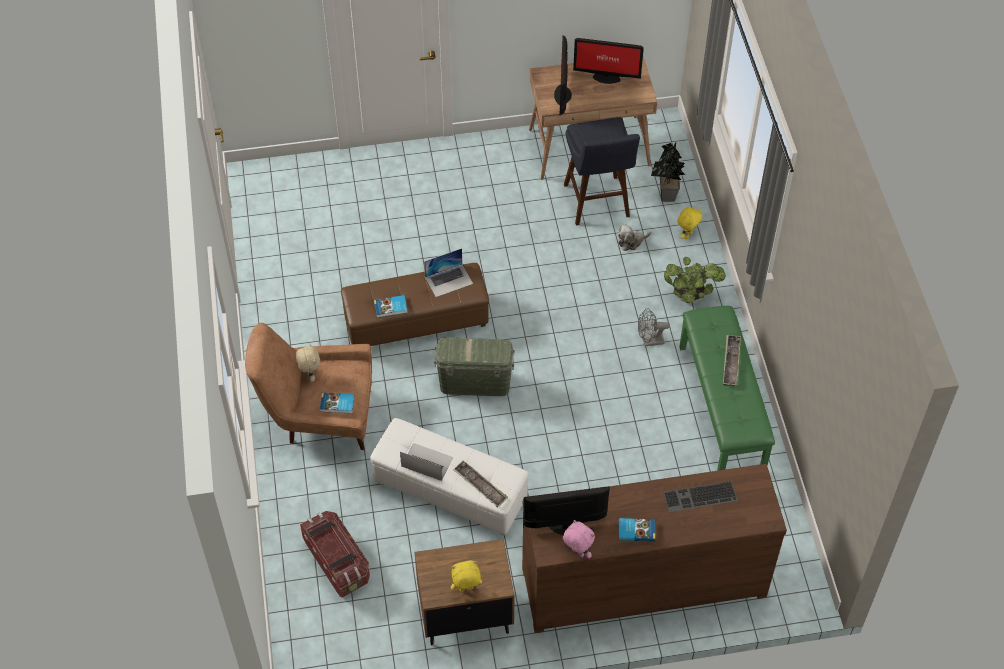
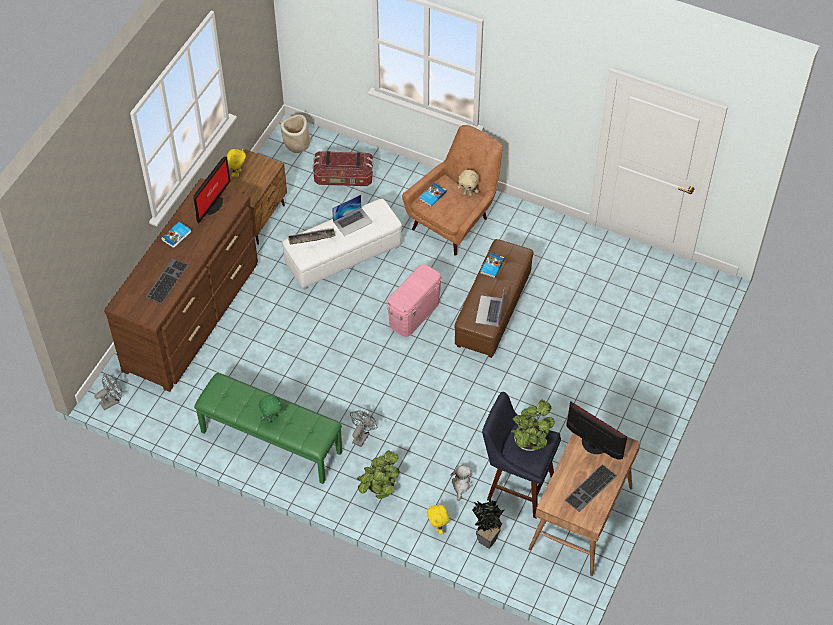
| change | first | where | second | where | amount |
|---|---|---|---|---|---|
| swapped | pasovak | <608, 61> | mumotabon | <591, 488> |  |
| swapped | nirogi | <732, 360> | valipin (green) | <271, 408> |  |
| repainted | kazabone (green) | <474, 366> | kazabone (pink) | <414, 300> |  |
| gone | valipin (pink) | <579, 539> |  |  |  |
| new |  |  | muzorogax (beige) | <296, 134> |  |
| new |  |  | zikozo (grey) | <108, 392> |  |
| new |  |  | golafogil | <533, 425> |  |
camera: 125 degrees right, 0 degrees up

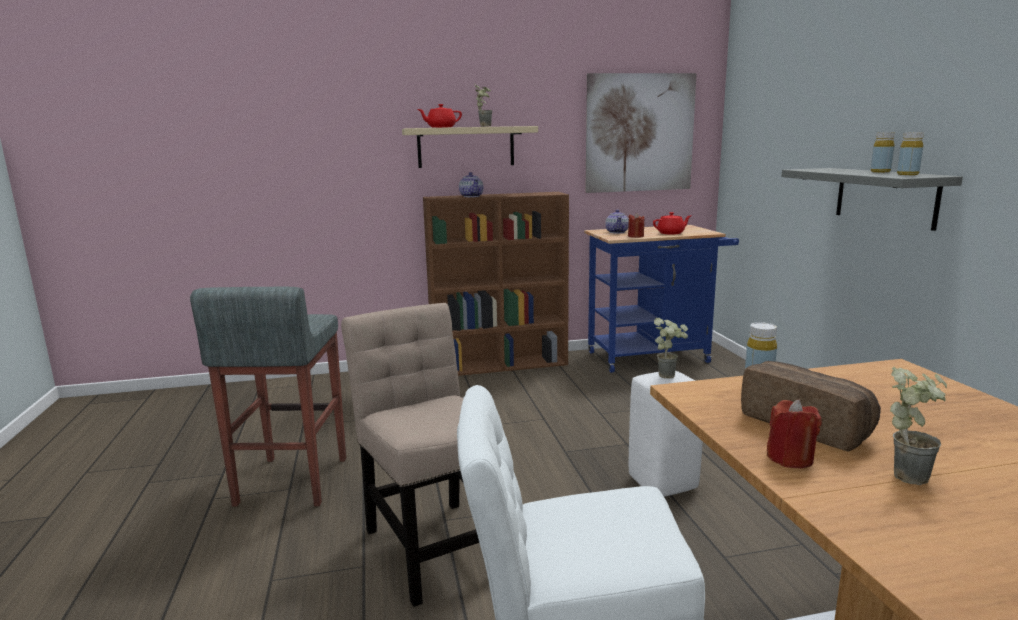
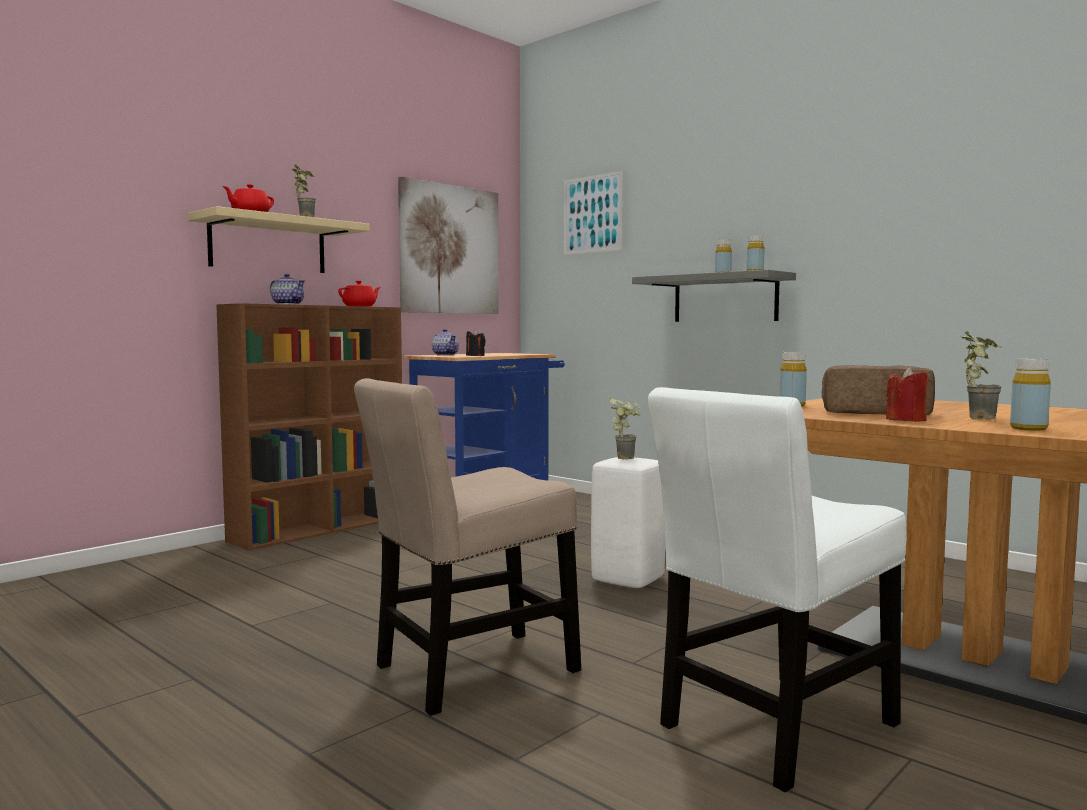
| change | first | where | second | where | amount |
|---|---|---|---|---|---|
| shifted | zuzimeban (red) | <672, 223> |  | <359, 294> |  |
| repainted | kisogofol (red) | <636, 225> | kisogofol (black) | <476, 342> |  |
| gone | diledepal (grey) | <268, 396> |  |  |  |
| rotated | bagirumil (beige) | <421, 455> |  | <467, 547> | 60 degrees counterclockwise |
| new |  |  | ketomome | <593, 213> |  |
| new |  |  | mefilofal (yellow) | <1030, 394> |  |
camera: 35 degrees left, 10 degrees down

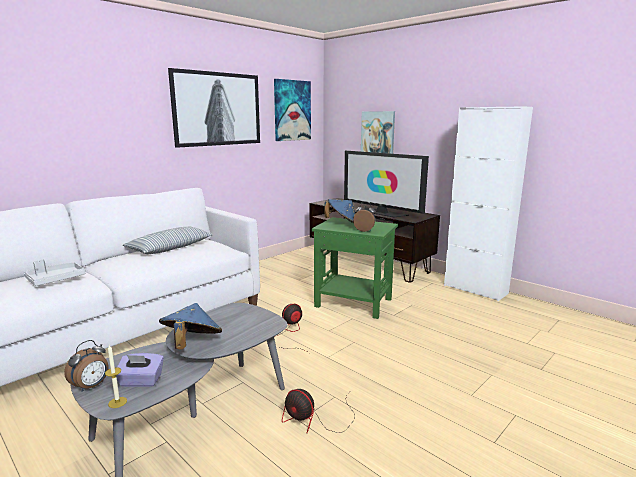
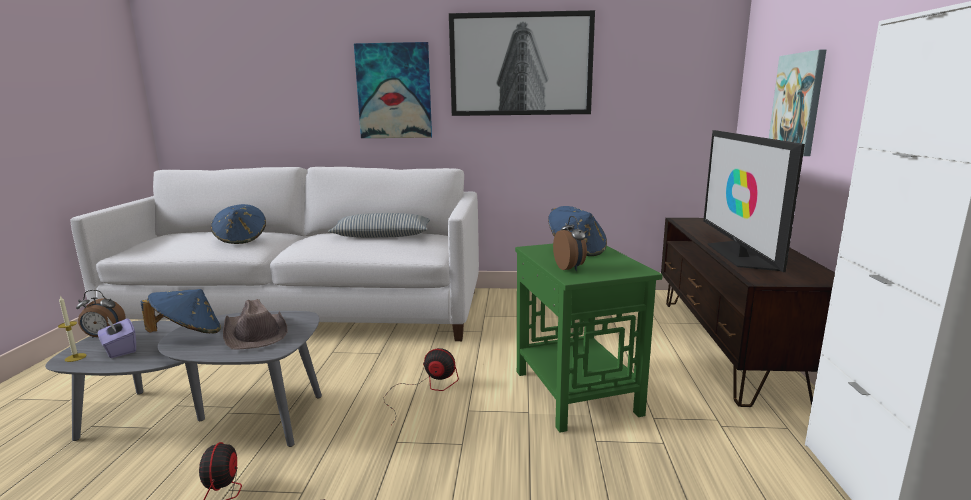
| change | first | where | second | where | amount |
|---|---|---|---|---|---|
| shifted | ketomome | <292, 110> |  | <393, 90> |  |
| swapped | nirogi (grey) | <54, 272> | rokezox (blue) | <238, 224> |  |
| new |  |  | rokezox (brown) | <255, 324> |  |
camera: 50 degrees right, 0 degrees up

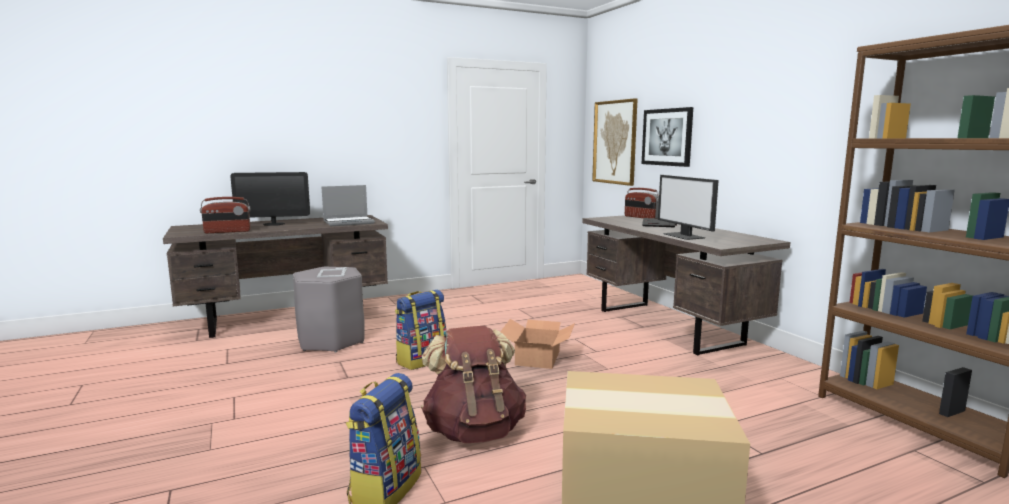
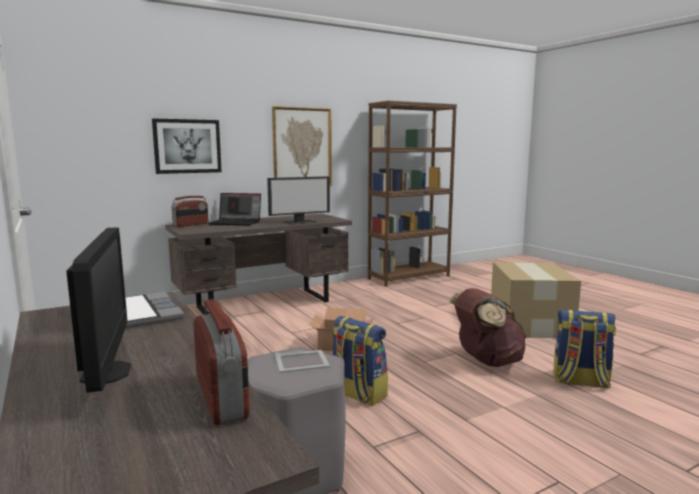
| change | first | where | second | where | amount |
|---|---|---|---|---|---|
| shifted | ketomome | <615, 142> |  | <302, 146> |  |
camera: 95 degrees left, 0 degrees up

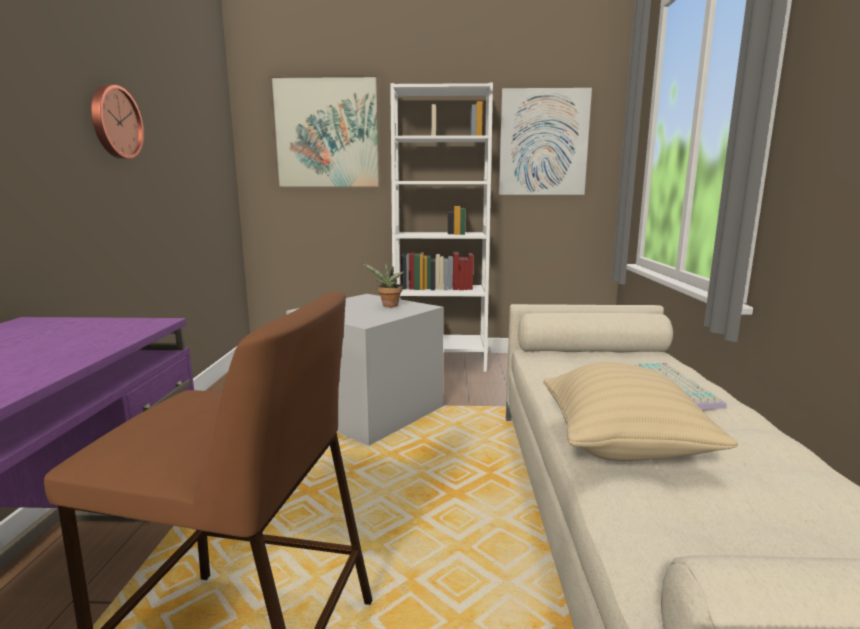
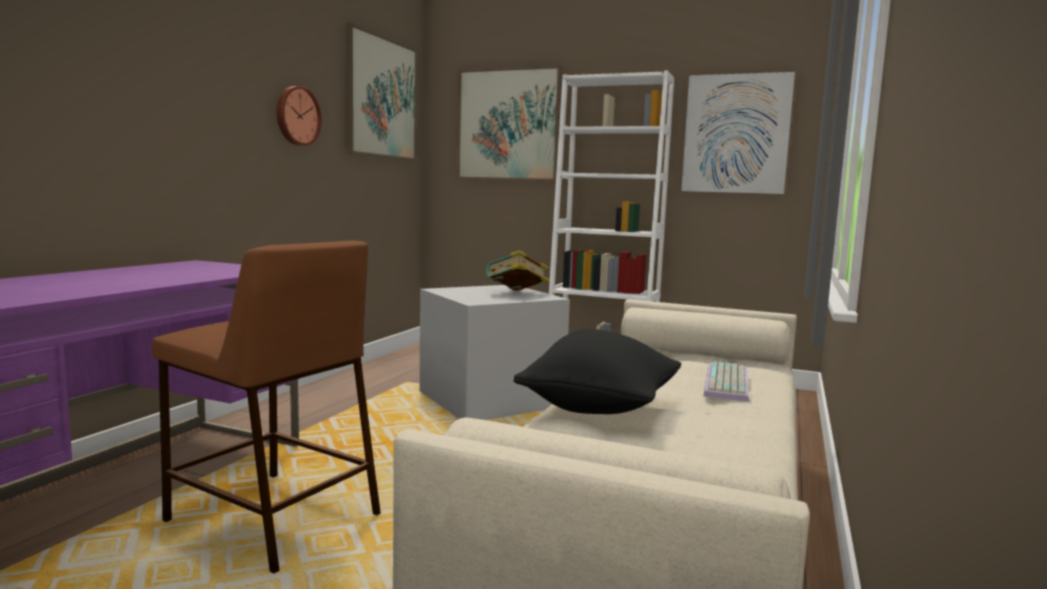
| change | first | where | second | where | amount |
|---|---|---|---|---|---|
| swapped | golafogil | <383, 285> | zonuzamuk | <517, 270> |  |
| repainted | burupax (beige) | <640, 411> | burupax (black) | <597, 371> |  |
| new |  |  | ketomome | <382, 91> |  |
camera: 20 degrees right, 5 degrees down

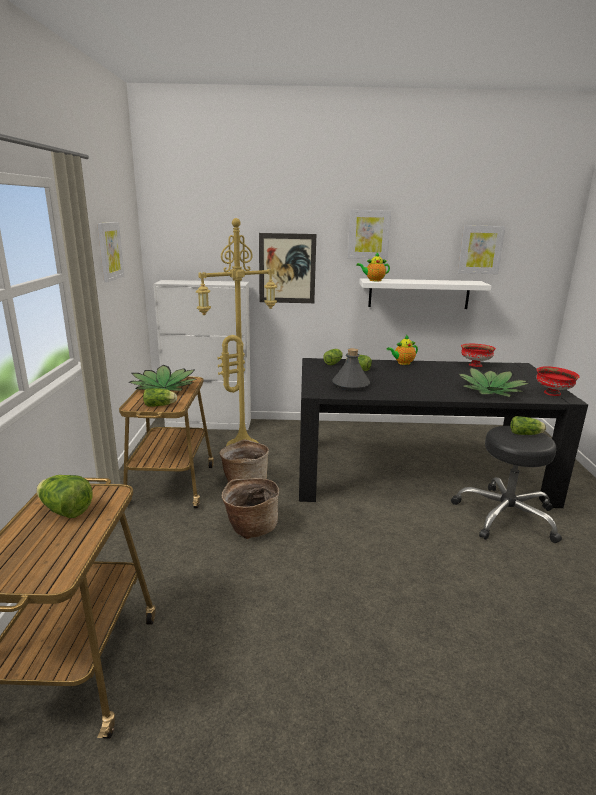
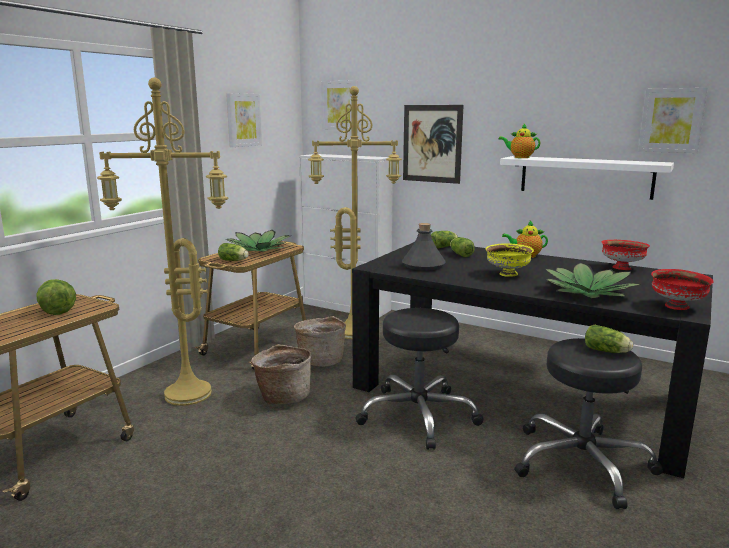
| change | first | where | second | where | amount |
|---|---|---|---|---|---|
| shifted | ketomome | <369, 234> |  | <339, 105> |  |
| new |  |  | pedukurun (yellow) | <163, 241> |  |
| new |  |  | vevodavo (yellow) | <510, 260> |  |
| new |  |  | diledepal (black) | <420, 379> |  |
camera: 30 degrees right, 5 degrees down

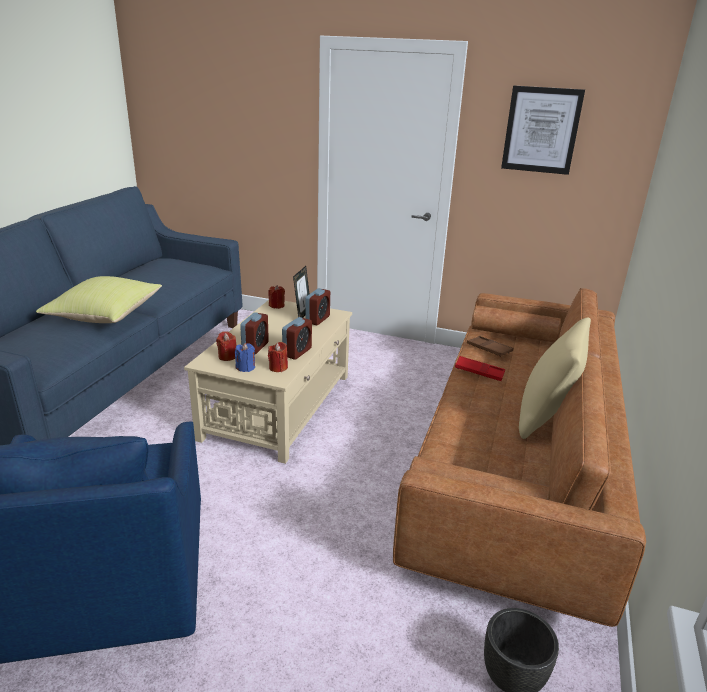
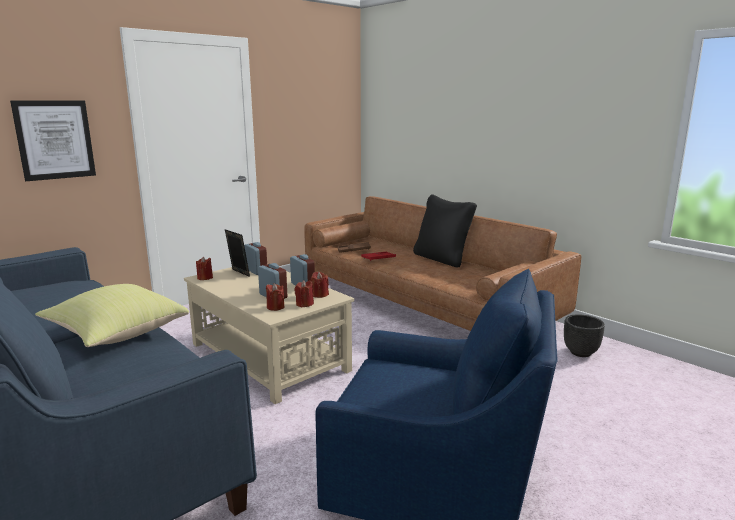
| change | first | where | second | where | amount |
|---|---|---|---|---|---|
| shifted | ketomome | <543, 130> |  | <53, 141> |  |
| repainted | burupax (beige) | <555, 378> | burupax (black) | <445, 230> |  |
| repainted | kisogofol (blue) | <245, 357> | kisogofol (red) | <304, 293> |  |
camera: 60 degrees left, 10 degrees down

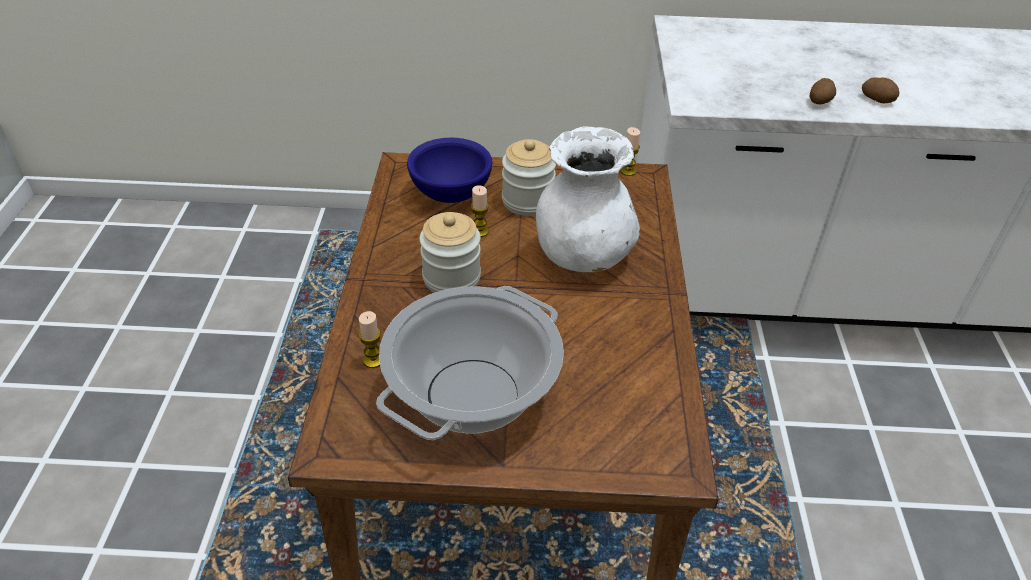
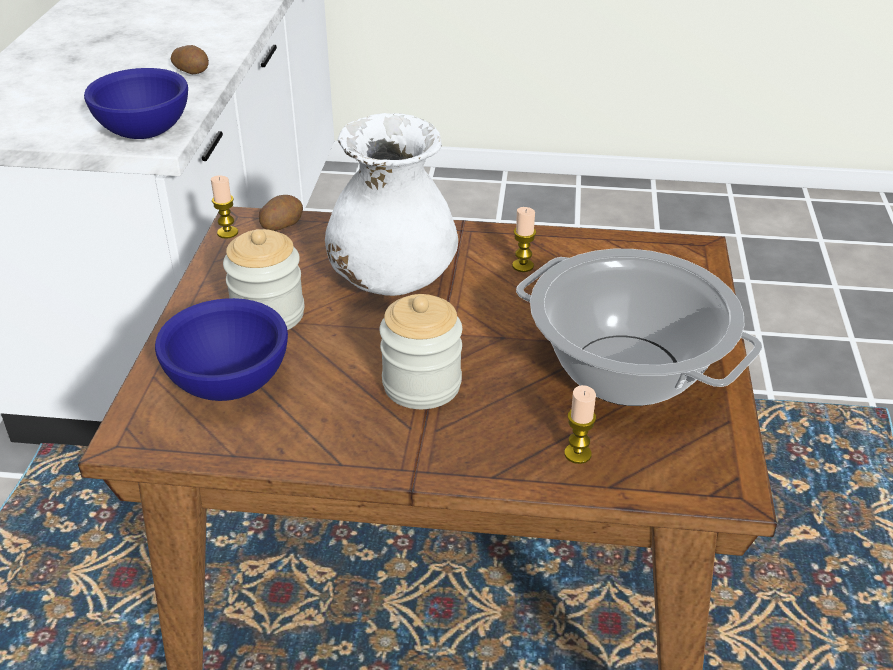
| change | first | where | second | where | amount |
|---|---|---|---|---|---|
| shifted | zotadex | <880, 90> |  | <281, 213> |  |
| shifted | kisogofol | <480, 211> |  | <524, 239> |  |
| new |  |  | vevodavo (blue) | <136, 103> |  |
camera: 85 degrees left, 5 degrees down

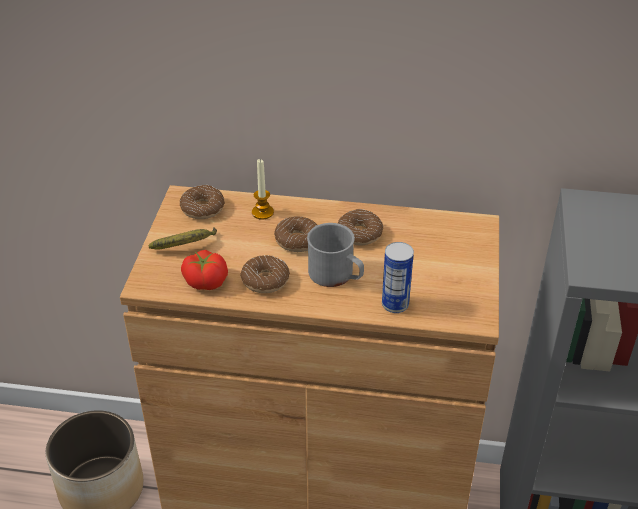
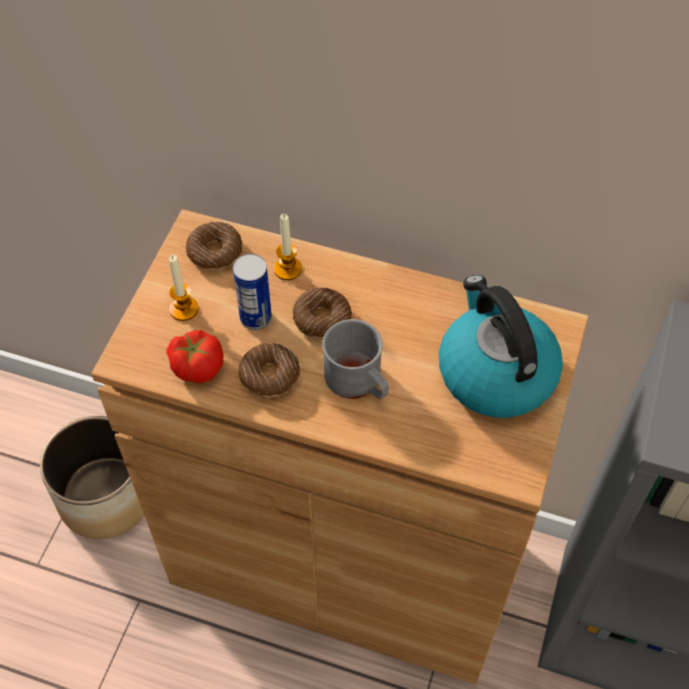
| change | first | where | second | where | amount |
|---|---|---|---|---|---|
| gone | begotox | <360, 227> |  |  |  |
| swapped | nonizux | <183, 238> | kisogofol | <183, 288> |  |
| shifted | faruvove | <398, 277> |  | <252, 292> |  |
| new |  |  | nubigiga | <501, 346> |  |
camera: 10 degrees right, 15 degrees up

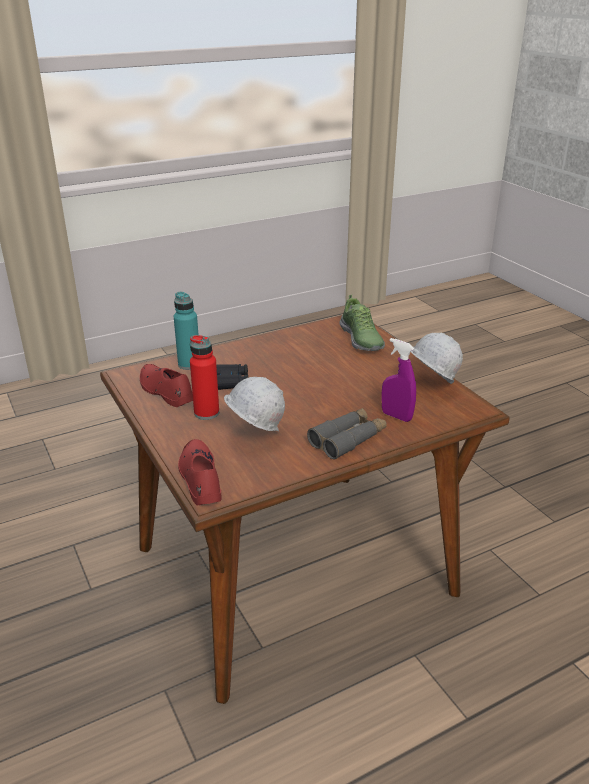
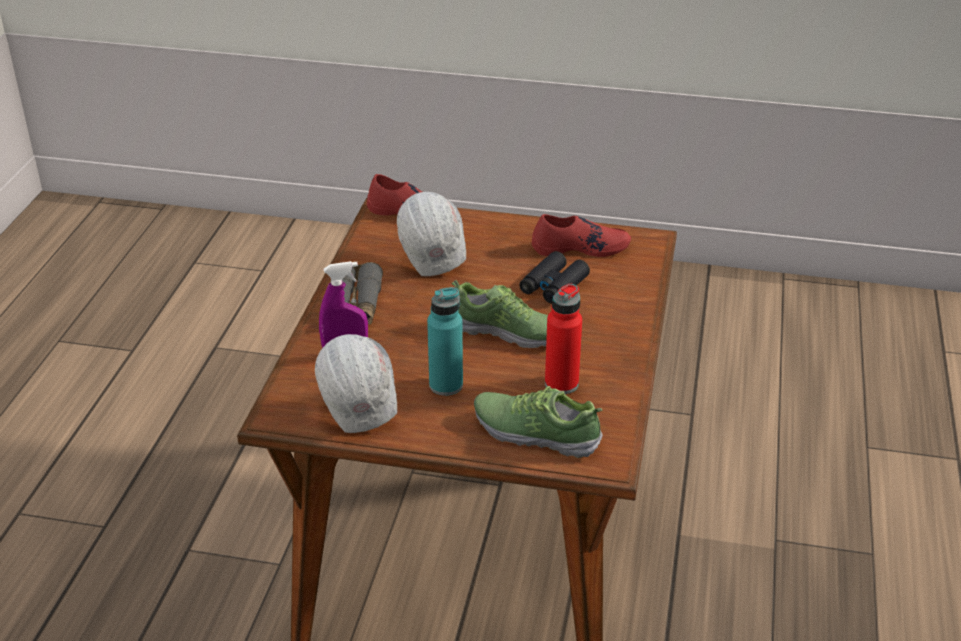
| change | first | where | second | where | amount |
|---|---|---|---|---|---|
| shifted | mefilofal (turquoise) | <186, 331> |  | <445, 341> |  |
| shifted | mefilofal (red) | <204, 377> |  | <563, 339> |  |
| new |  |  | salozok | <499, 314> |  |
camera: 130 degrees right, 5 degrees up

